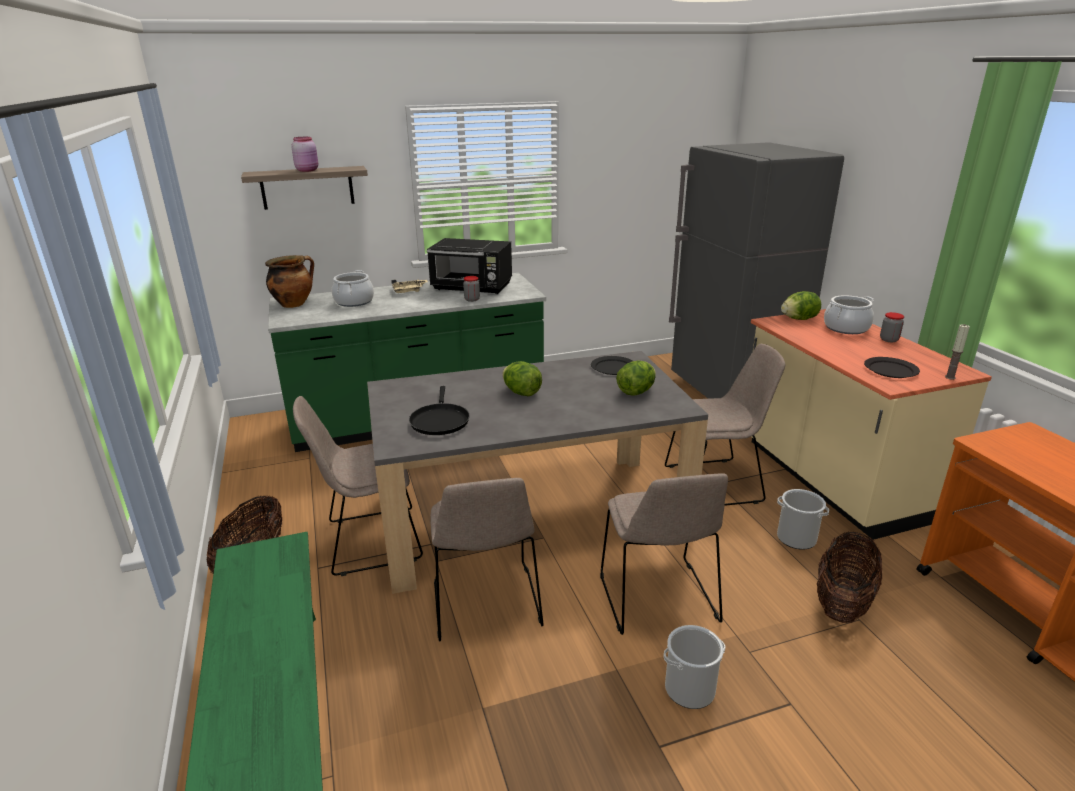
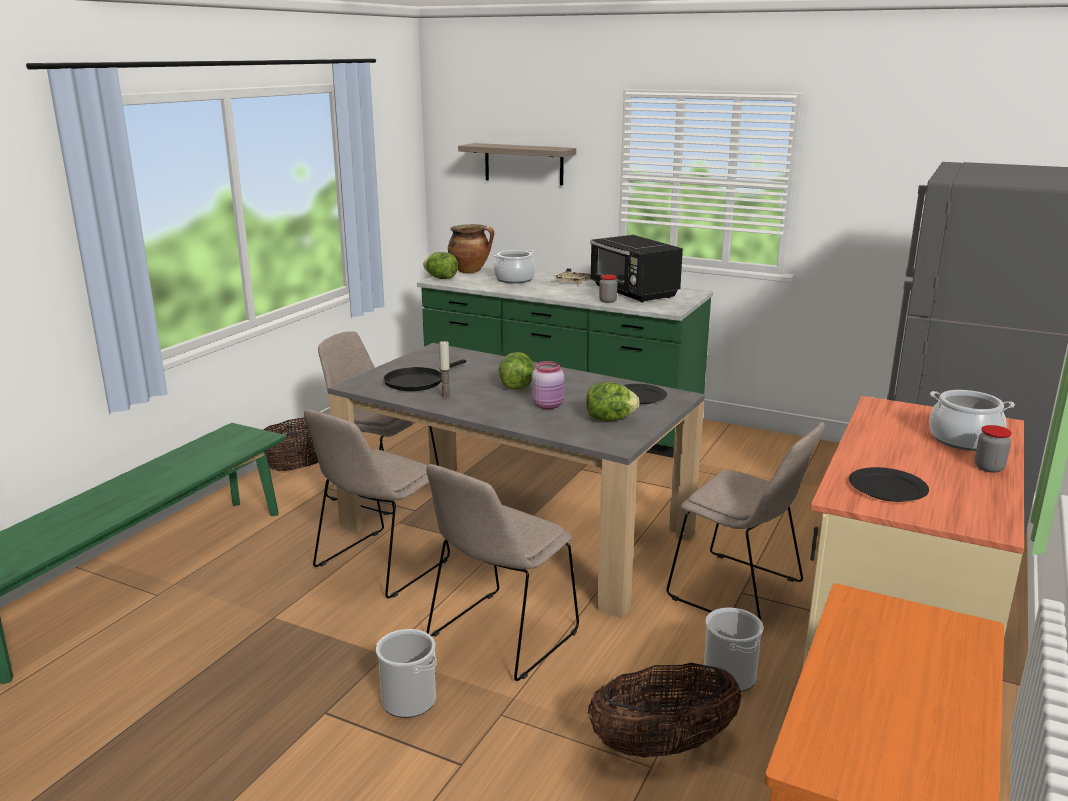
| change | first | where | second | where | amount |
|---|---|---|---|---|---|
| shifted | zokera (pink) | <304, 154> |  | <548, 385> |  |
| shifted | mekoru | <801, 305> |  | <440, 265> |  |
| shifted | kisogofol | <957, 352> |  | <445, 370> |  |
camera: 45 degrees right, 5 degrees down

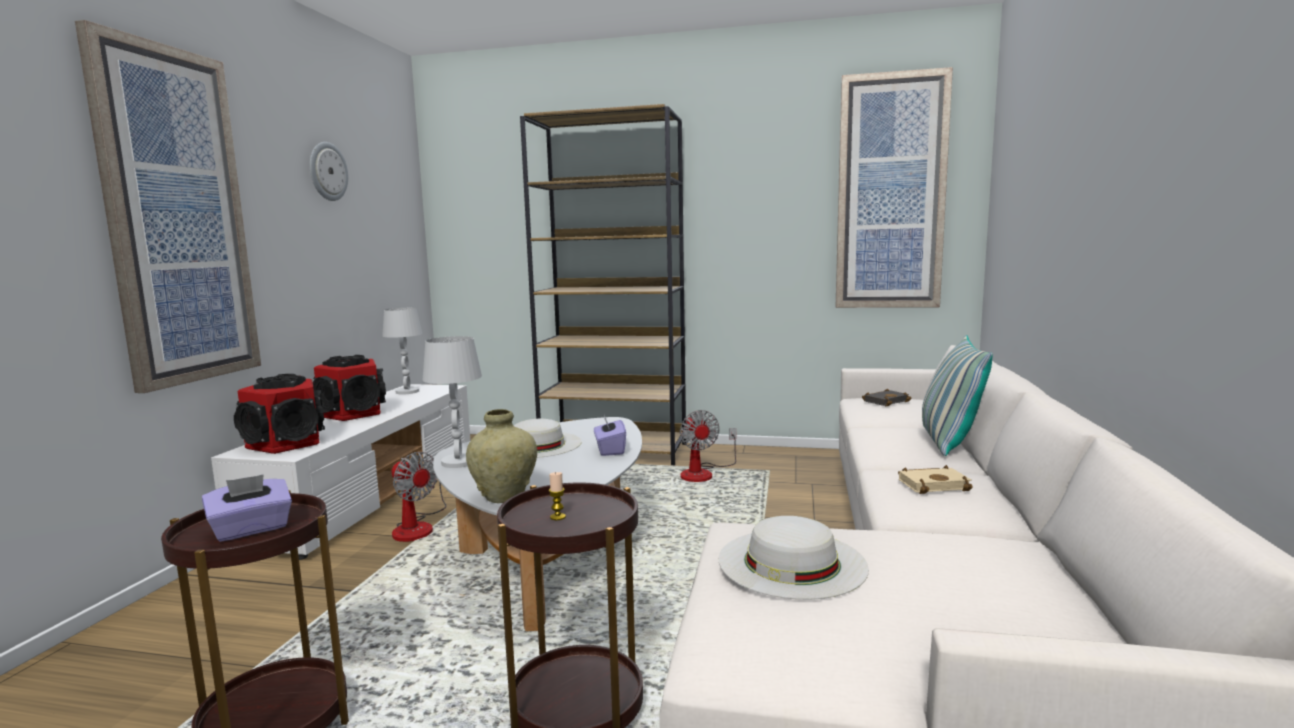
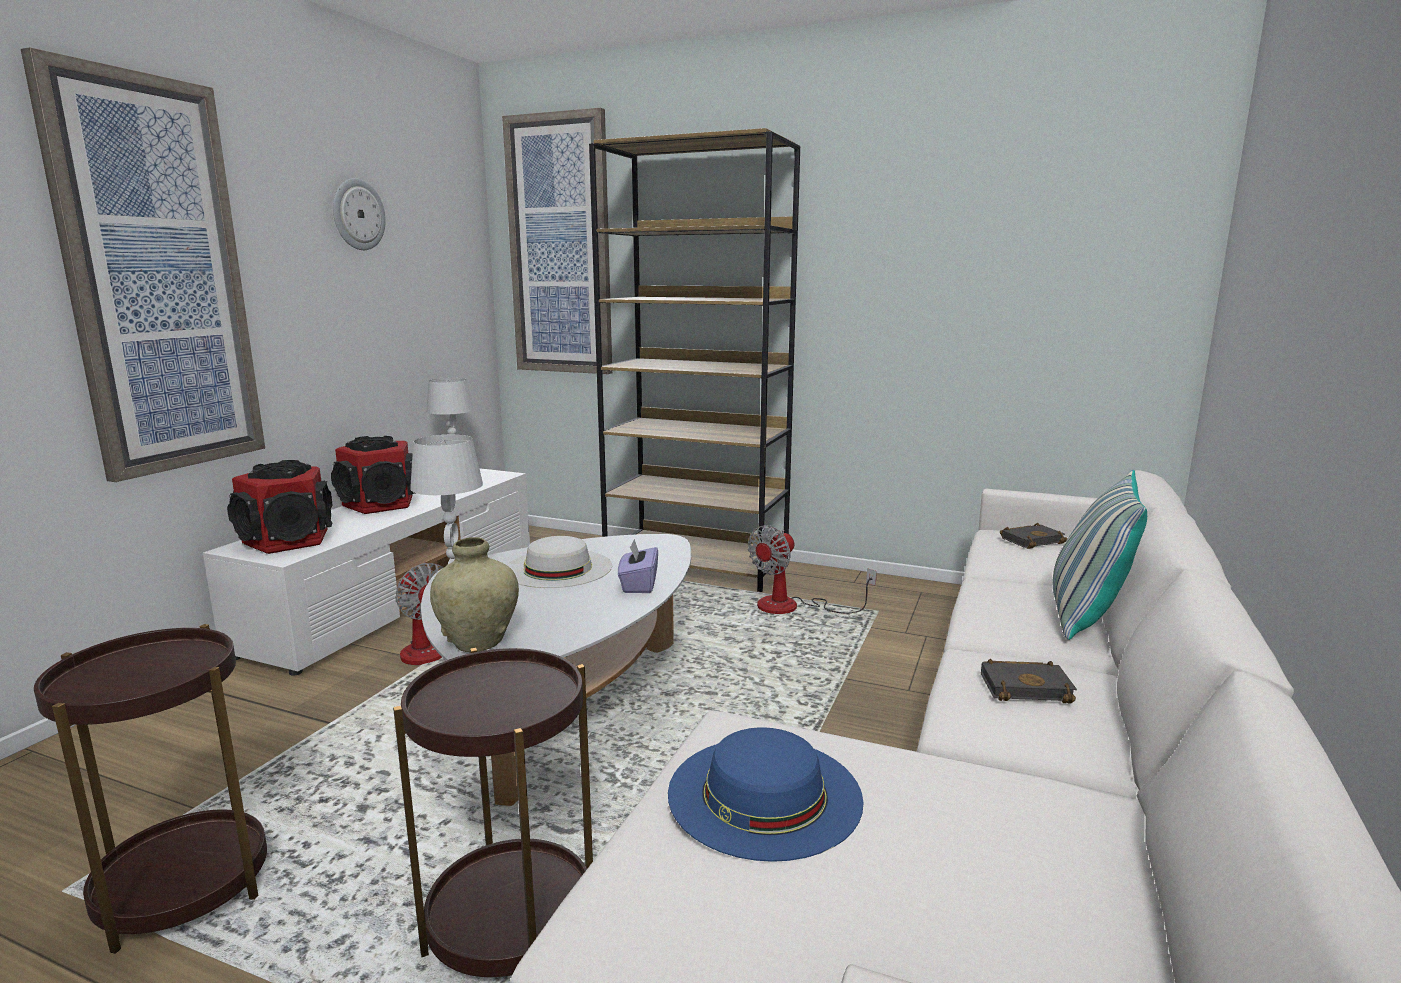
| change | first | where | second | where | amount |
|---|---|---|---|---|---|
| shifted | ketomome | <894, 187> |  | <557, 241> |  |
| rotated | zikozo | <708, 446> |  | <812, 569> | 45 degrees clockwise |
| repainted | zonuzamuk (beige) | <935, 479> | zonuzamuk (black) | <1029, 681> |  |
| gone | kisogofol | <557, 496> |  |  |  |
| gone | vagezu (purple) | <247, 508> |  |  |  |
| repainted | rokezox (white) | <794, 558> | rokezox (blue) | <765, 794> |  |
camera: 10 degrees right, 5 degrees up

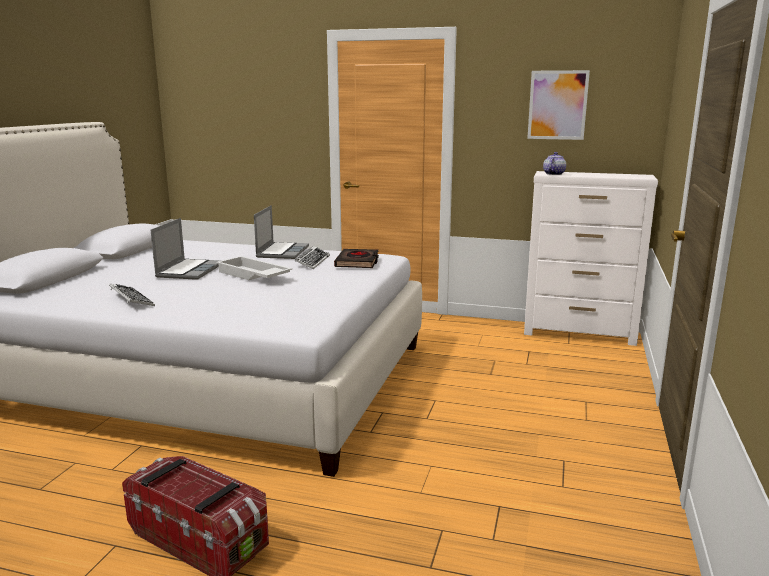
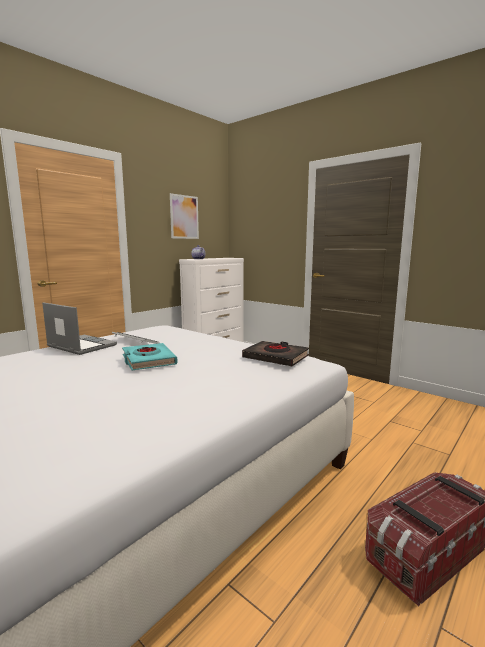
| change | first | where | second | where | amount |
|---|---|---|---|---|---|
| gone | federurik | <186, 249> |  |  |  |
| shifted | zonuzamuk (black) | <356, 258> |  | <275, 353> |  |
| swapped | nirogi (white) | <254, 268> | zonuzamuk (turquoise) | <150, 356> |  |
| gone | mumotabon | <132, 295> |  |  |  |
camera: 65 degrees left, 5 degrees down

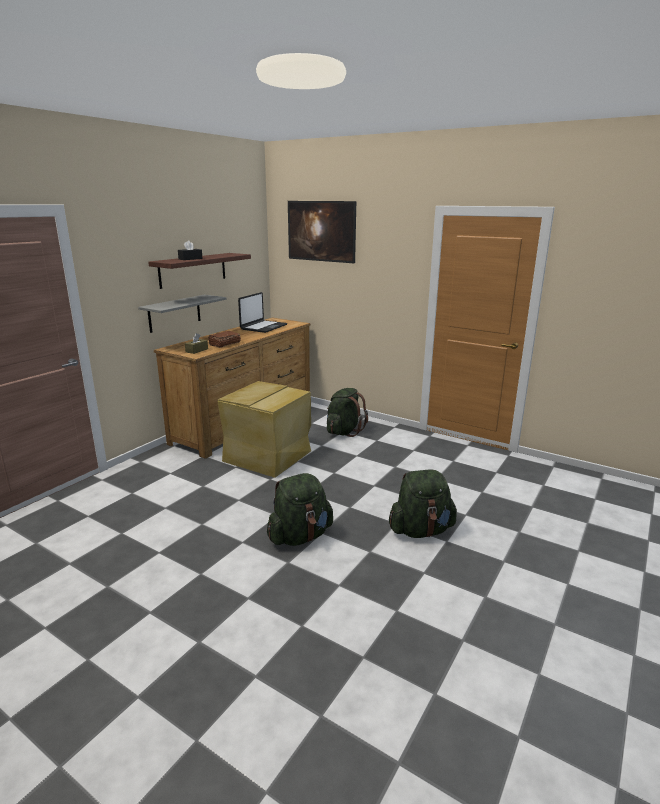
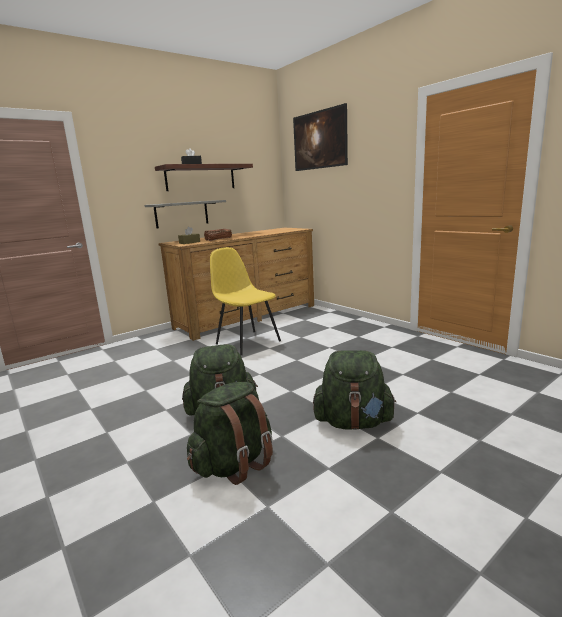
| change | first | where | second | where | amount |
|---|---|---|---|---|---|
| gone | federurik | <262, 312> |  |  |  |
| swapped | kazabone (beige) | <264, 429> | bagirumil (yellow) | <245, 301> |  |
| shifted | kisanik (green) | <347, 412> |  | <230, 433> |  |
camera: 20 degrees right, 5 degrees down

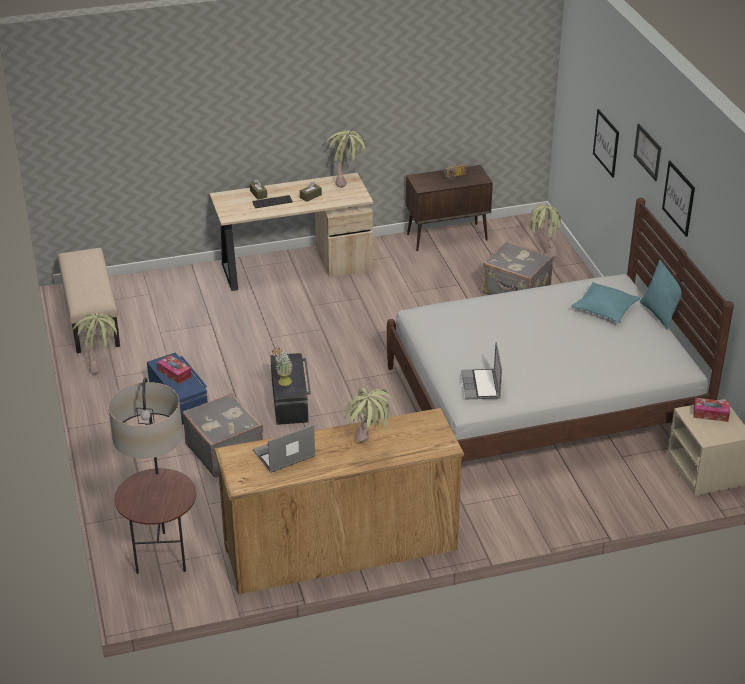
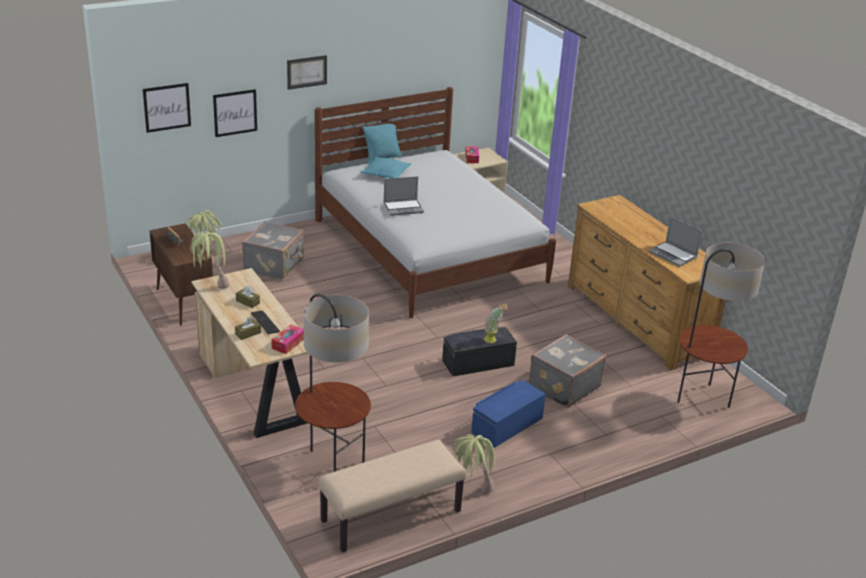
| change | first | where | second | where | amount |
|---|---|---|---|---|---|
| shifted | ketomome | <678, 199> |  | <167, 108> |  |
| shifted | federurik | <481, 370> |  | <404, 196> |  |
| shifted | vagezu | <174, 369> |  | <287, 339> |  |
| gone | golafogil | <368, 415> |  |  |  |
| new |  |  | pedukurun | <333, 383> |  |
camera: 105 degrees left, 5 degrees down

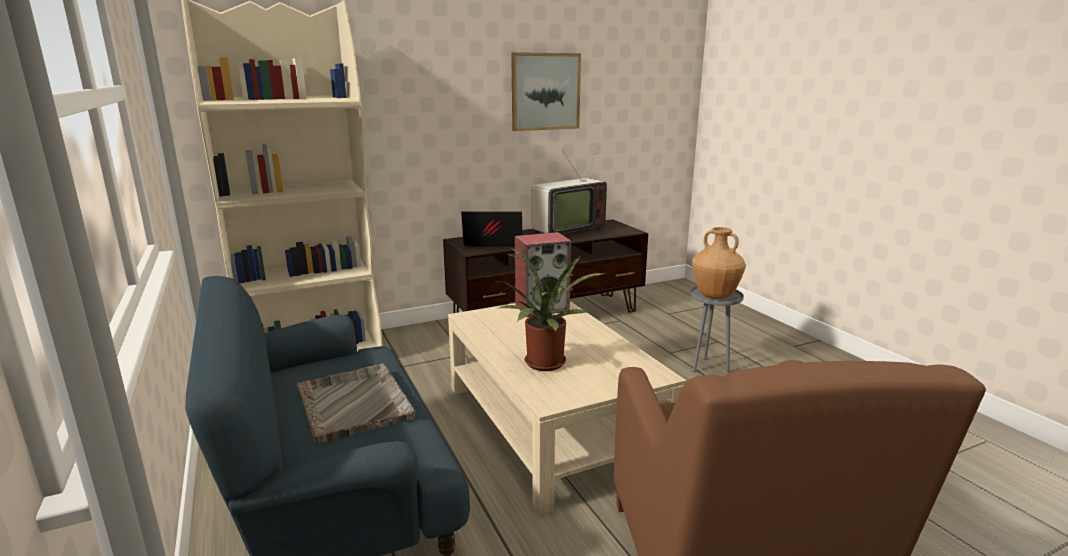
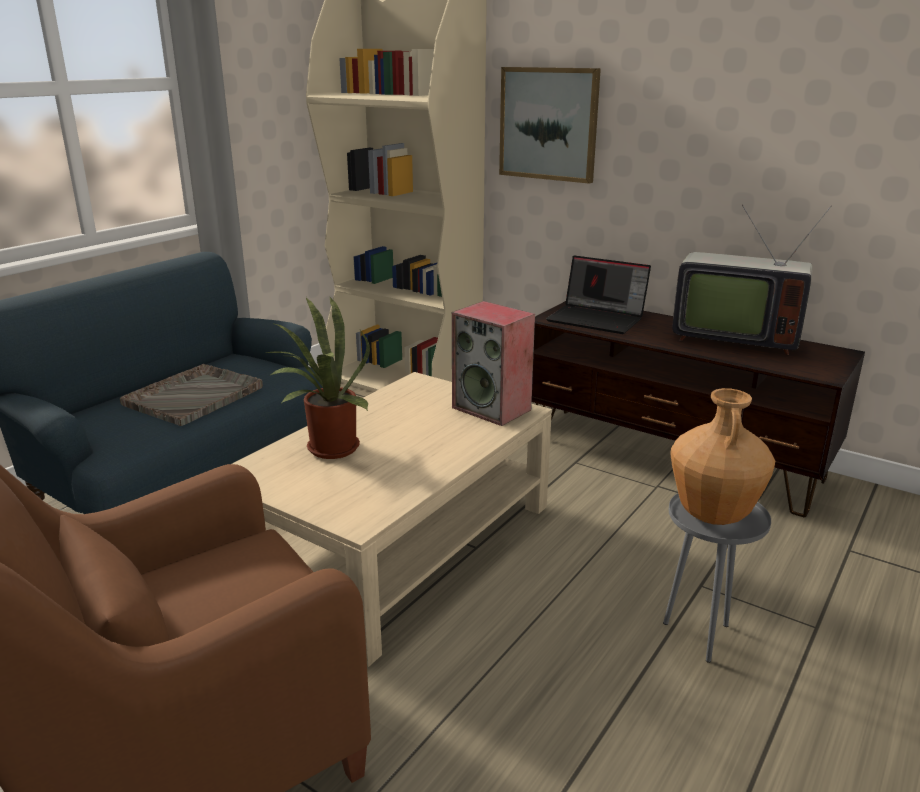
| change | first | where | second | where | amount |
|---|---|---|---|---|---|
| shifted | ketomome | <546, 91> |  | <550, 125> |  |
| rotated | federurik | <491, 228> |  | <598, 294> | 150 degrees clockwise |
camera: 60 degrees right, 5 degrees up

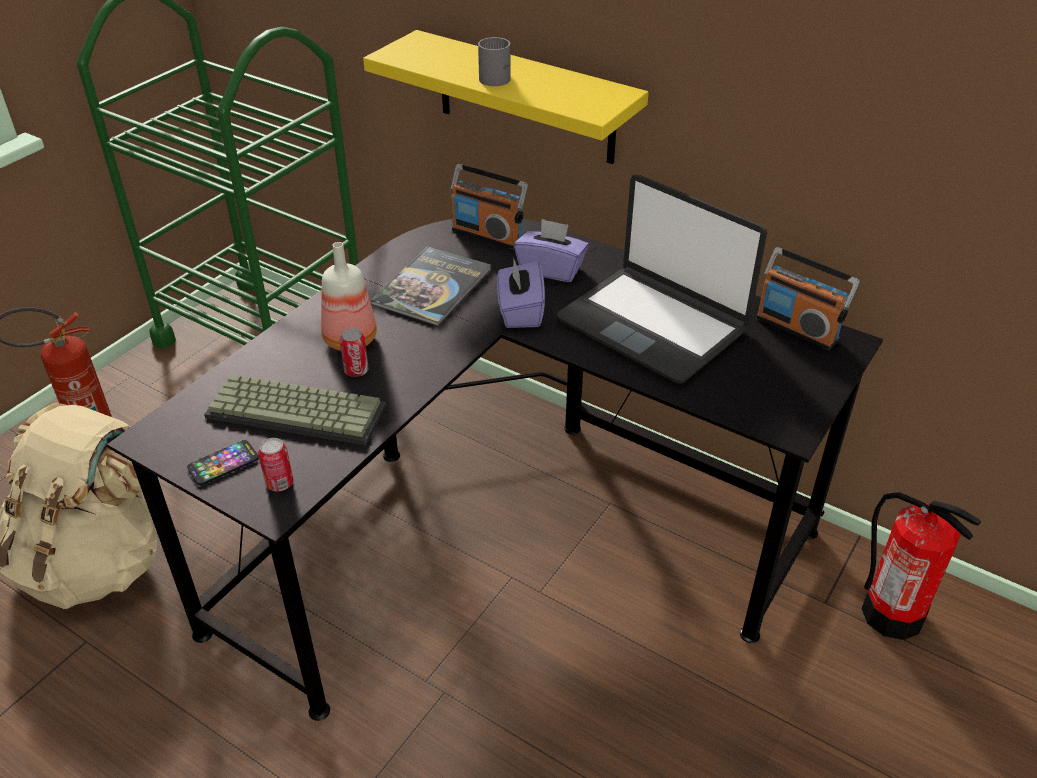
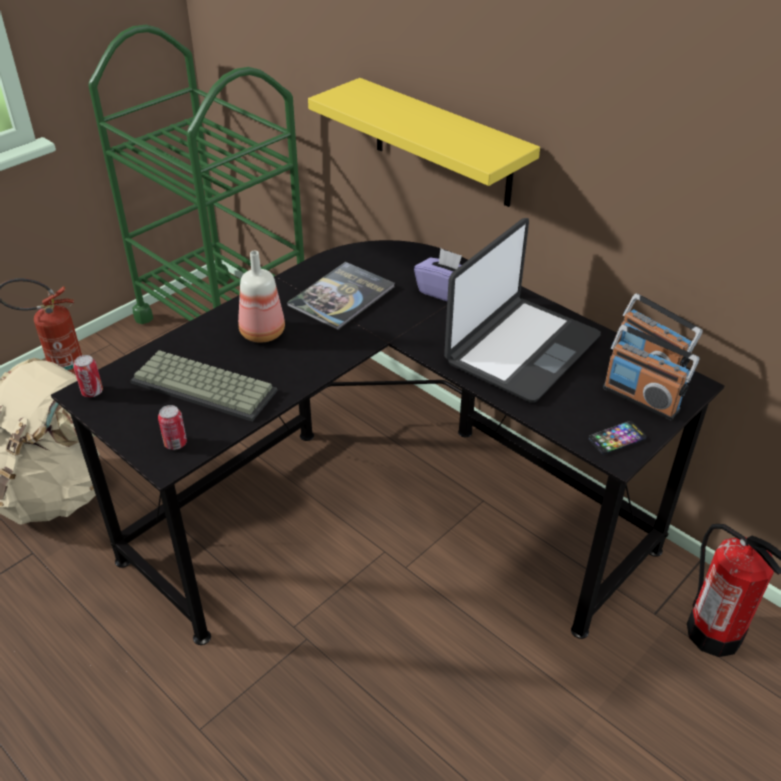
| change | first | where | second | where | amount |
|---|---|---|---|---|---|
| gone | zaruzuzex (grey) | <494, 61> |  |  |  |
| shifted | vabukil | <489, 206> |  | <651, 372> |  |
| rotated | federurik | <662, 279> |  | <522, 310> | 105 degrees counterclockwise |
| gone | vagezu (purple) | <521, 293> |  |  |  |
| shifted | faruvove | <354, 352> |  | <88, 376> |  |
| shifted | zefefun | <223, 462> |  | <617, 438> |  |
camera: 10 degrees right, 0 degrees up

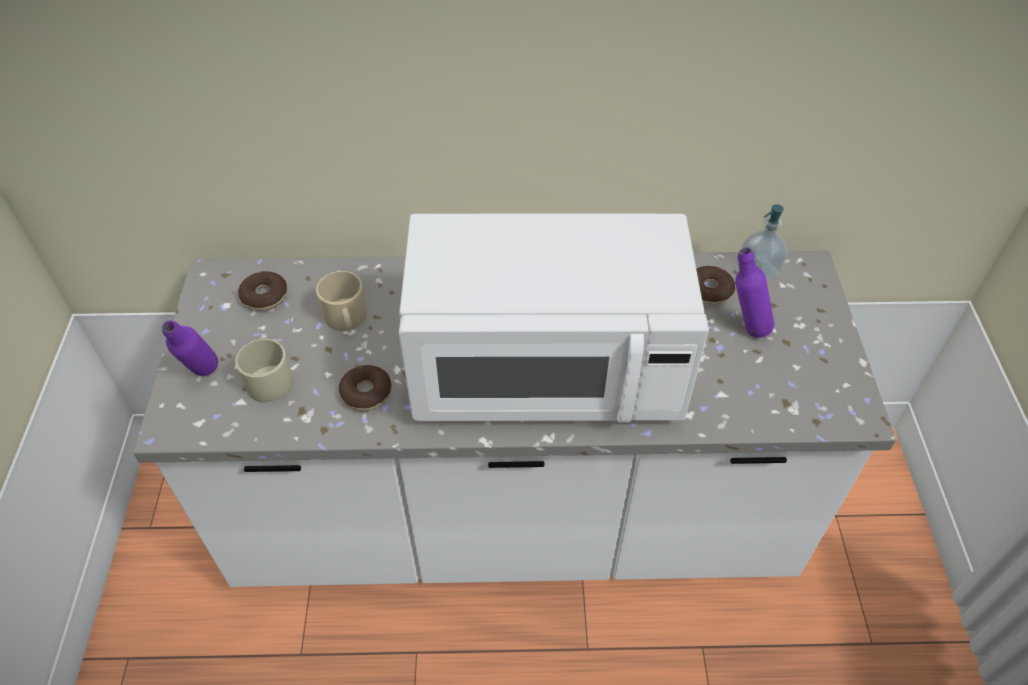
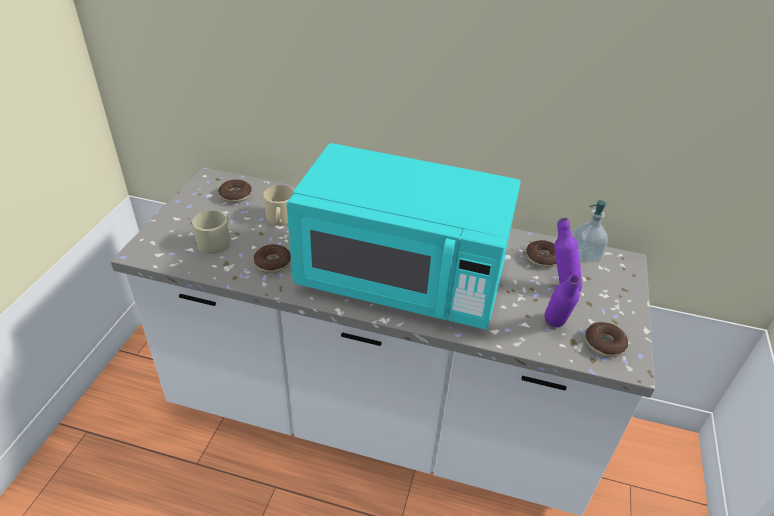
| change | first | where | second | where | amount |
|---|---|---|---|---|---|
| repainted | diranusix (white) | <554, 317> | diranusix (turquoise) | <403, 236> |  |
| shifted | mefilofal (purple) | <190, 348> |  | <562, 301> |  |
| new |  |  | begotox | <606, 339> |  |
camera: 15 degrees right, 10 degrees down

